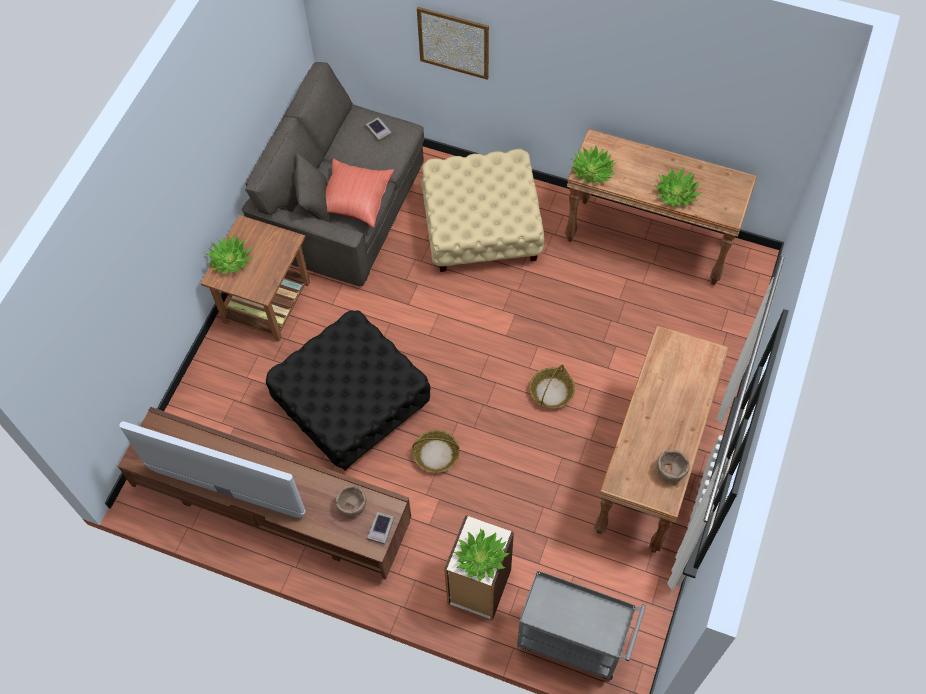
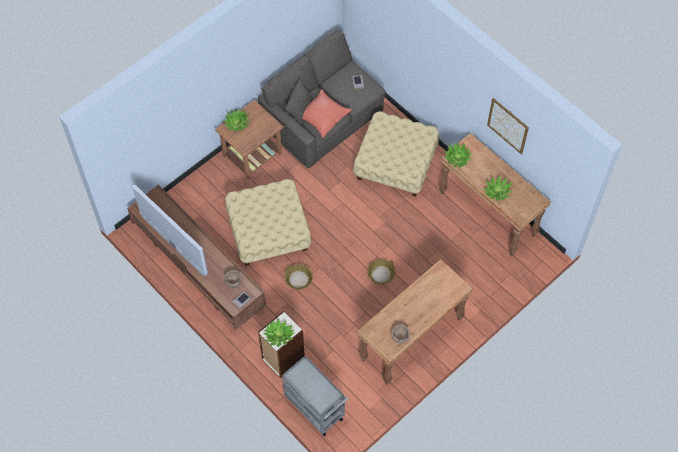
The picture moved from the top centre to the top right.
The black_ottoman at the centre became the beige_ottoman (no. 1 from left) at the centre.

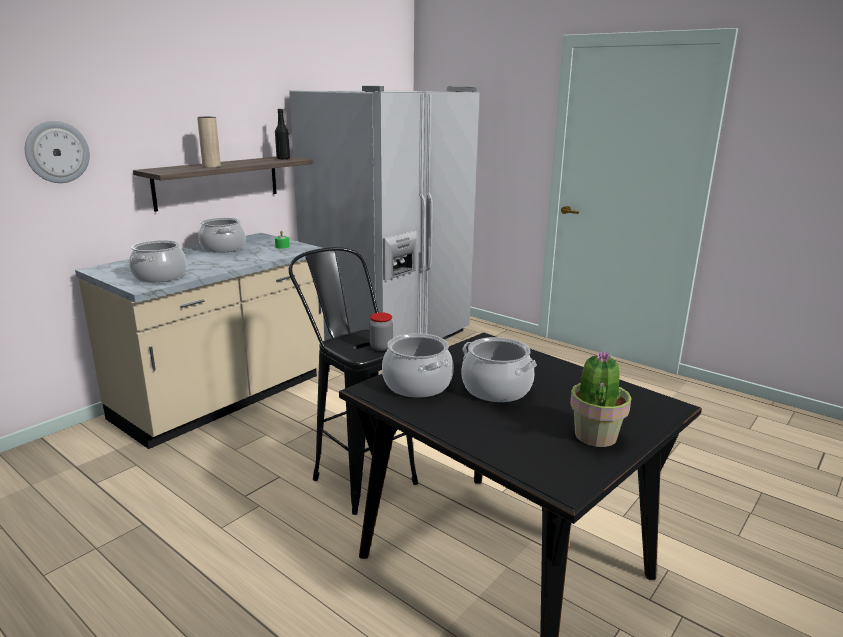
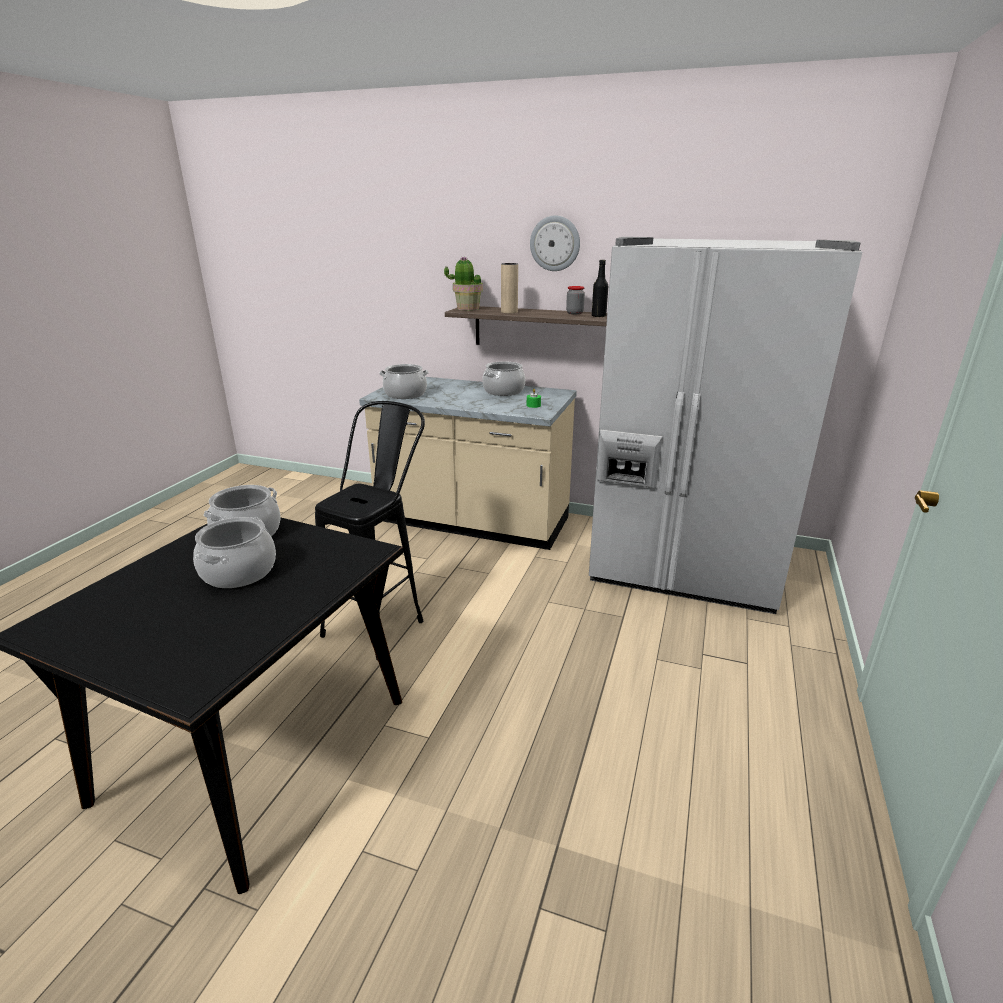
The wall_clock moved from the top left to the top centre.
The jar moved from the centre to the top centre.
The potted_plant moved from the middle right to the top centre.

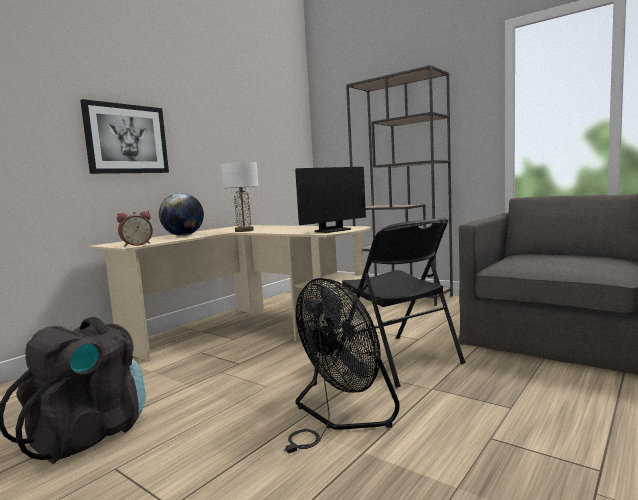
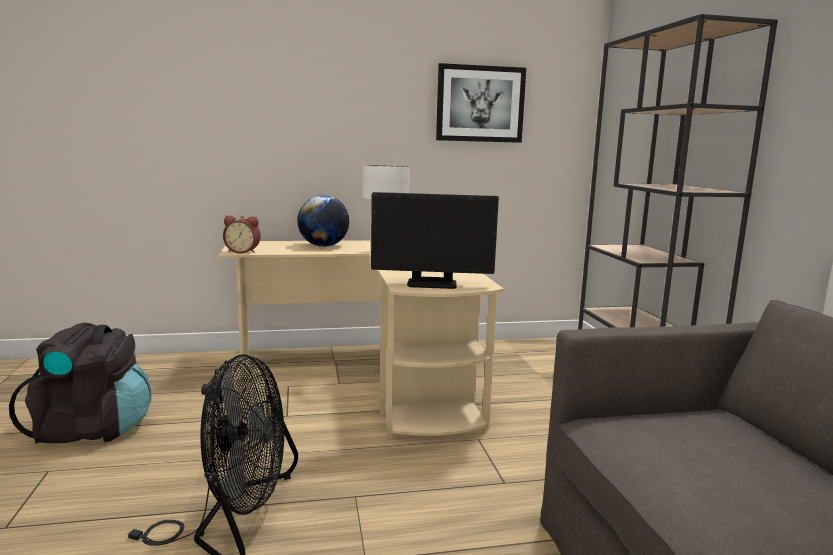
The picture moved from the top left to the top centre.
The black_chair at the centre disappeared.

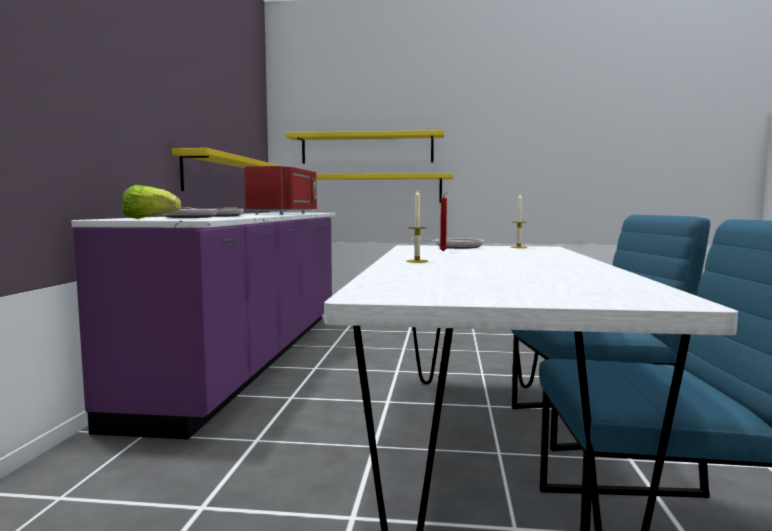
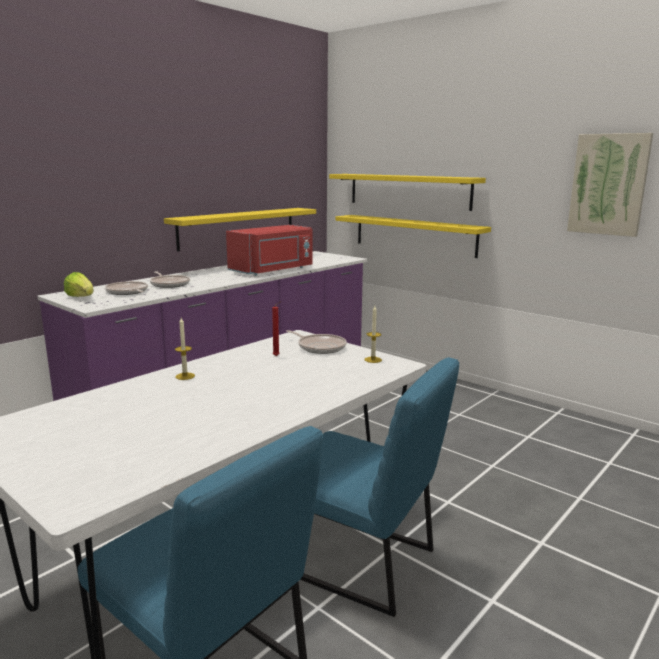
The picture at the top right appeared.

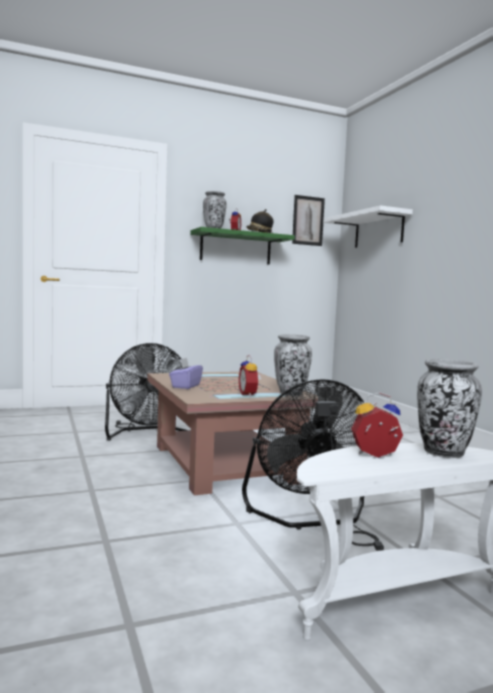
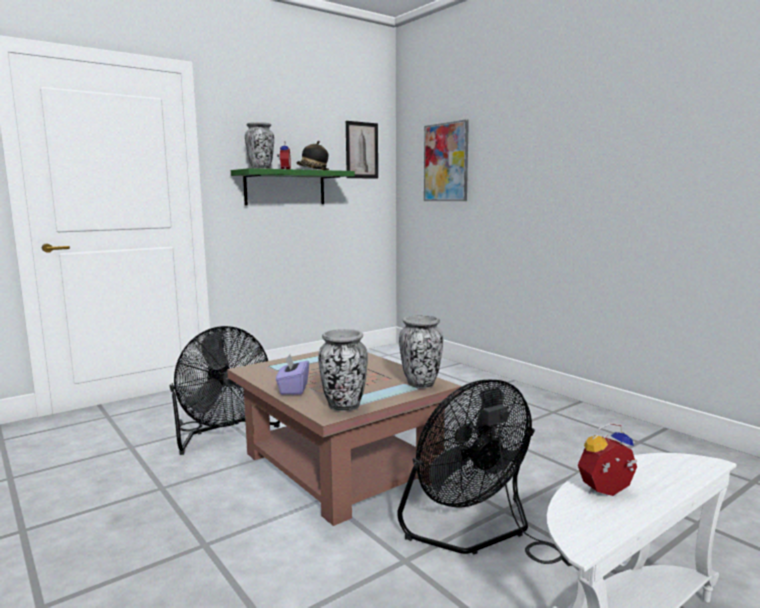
The white_shelf at the top right was replaced by the picture (no. 2 from left) at the top centre.
The alarm_clock (no. 2 from left) at the centre disappeared.
The vase (no. 3 from left in the first image) moved from the middle right to the centre.

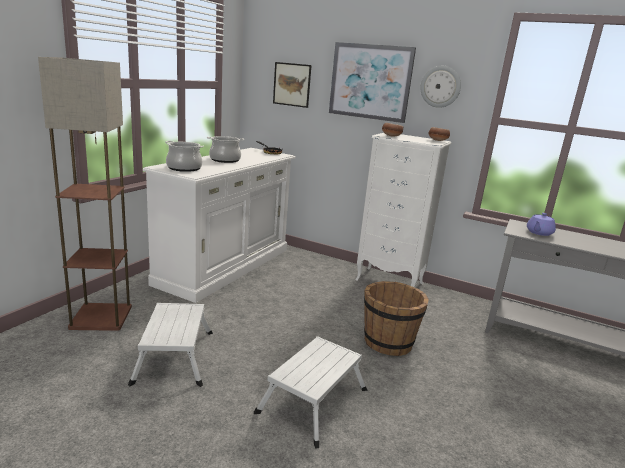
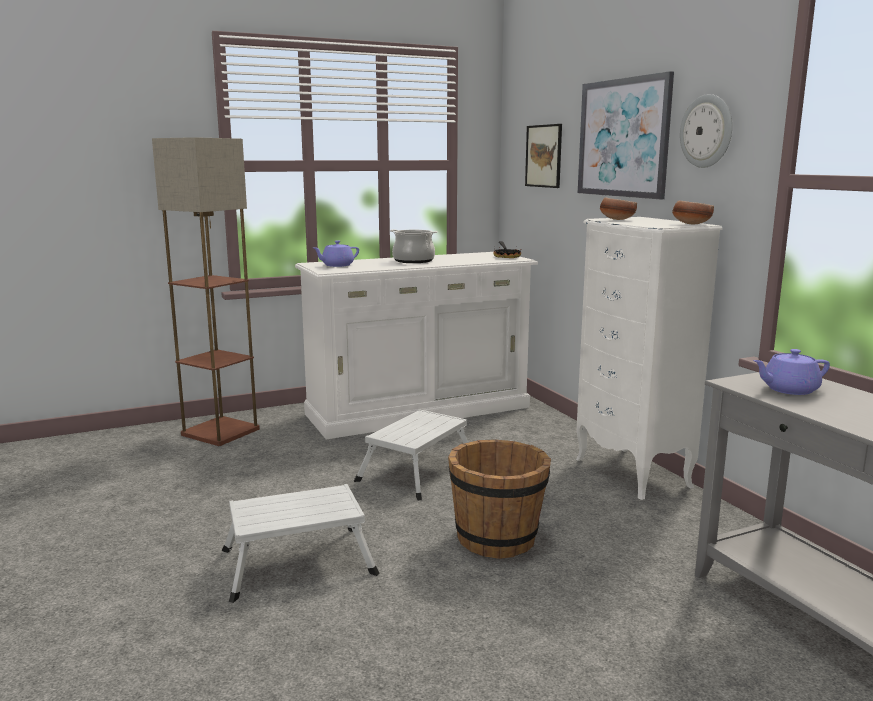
The cooking_pot (no. 1 from left) at the middle left was replaced by the purple_teapot (no. 1 from left) at the centre.
The white_step_ladder (no. 1 from left in the first image) moved from the bottom left to the centre.

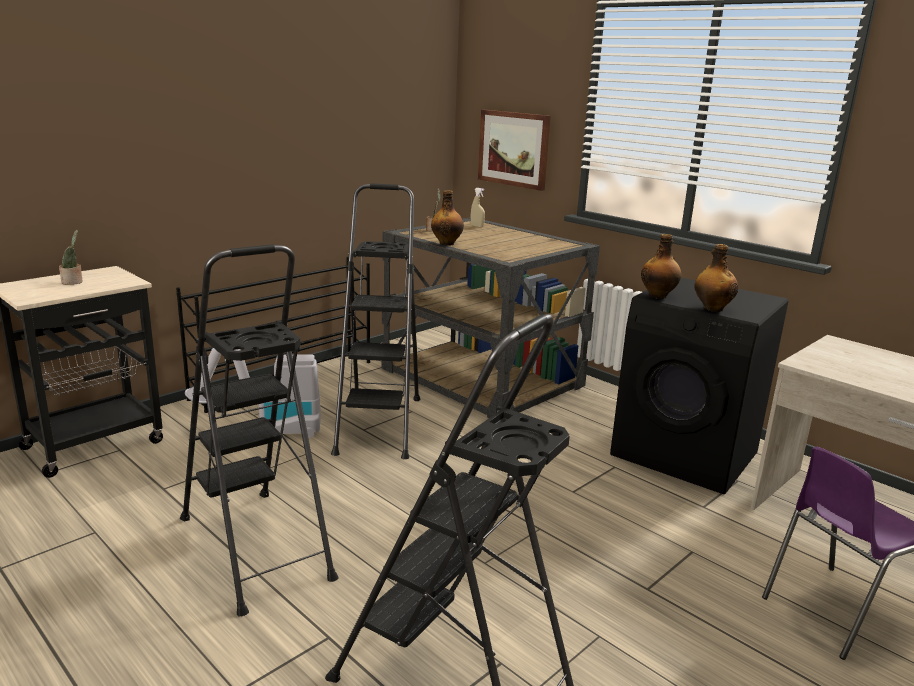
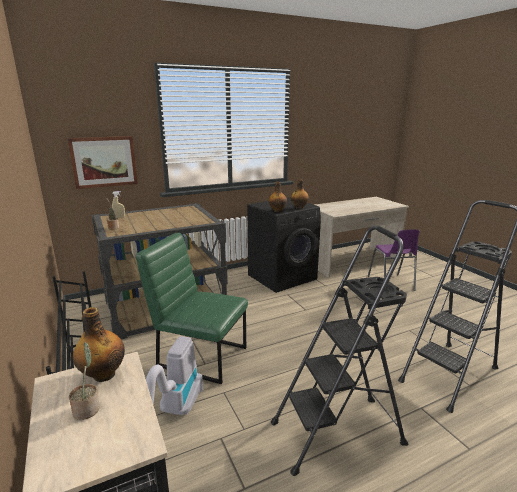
The step_ladder (no. 2 from left) at the centre was replaced by the green_chair at the centre.
The bottle (no. 1 from left) moved from the top centre to the bottom left.

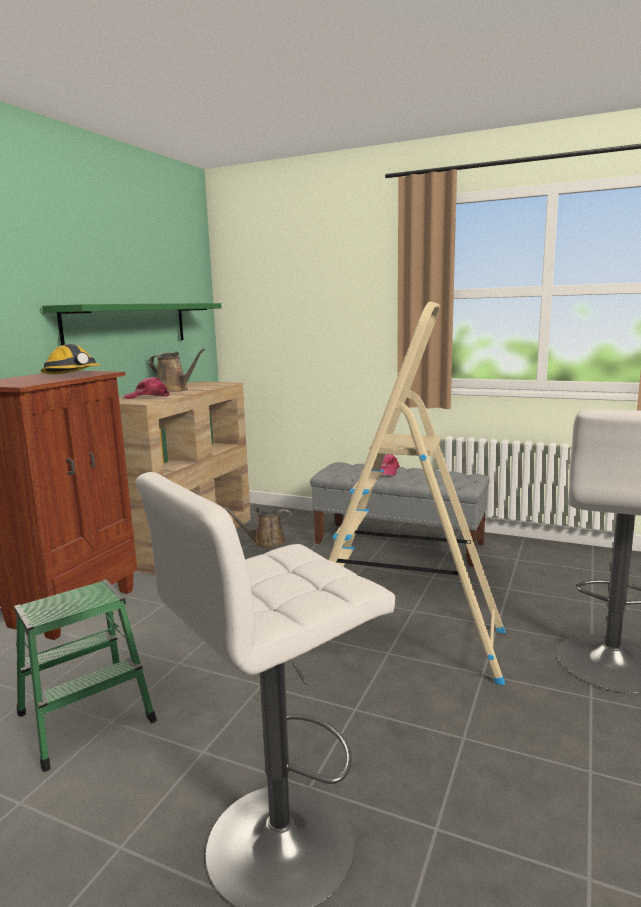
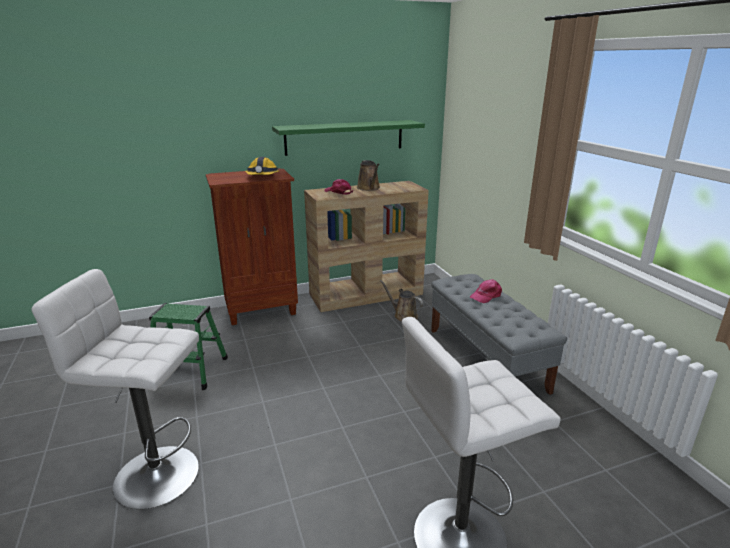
The beige_step_ladder at the centre disappeared.

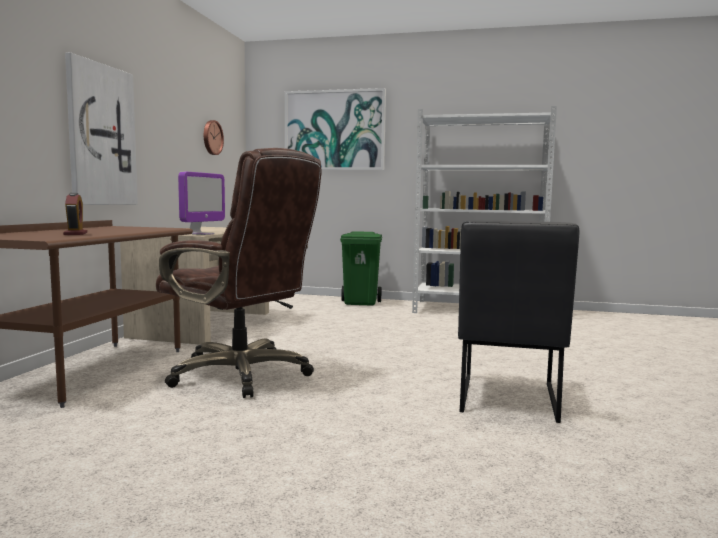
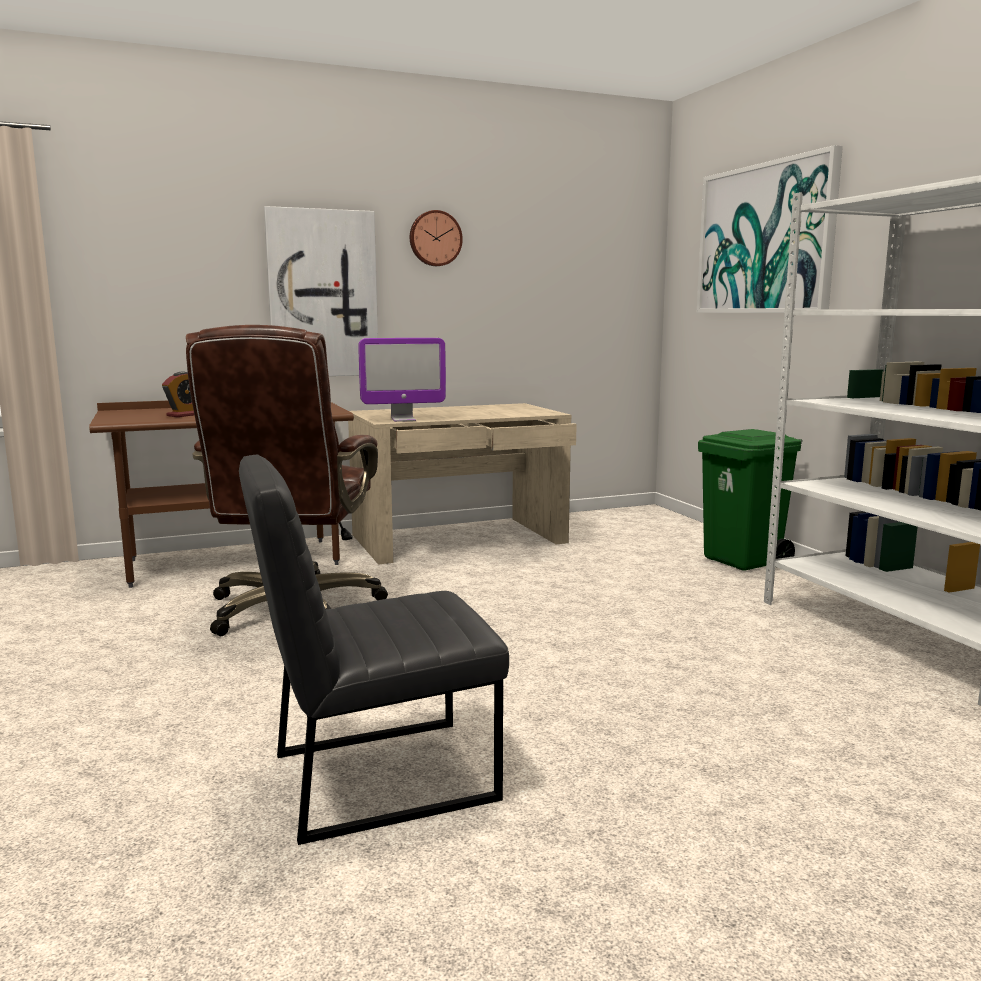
The wall_clock moved from the top left to the top centre.

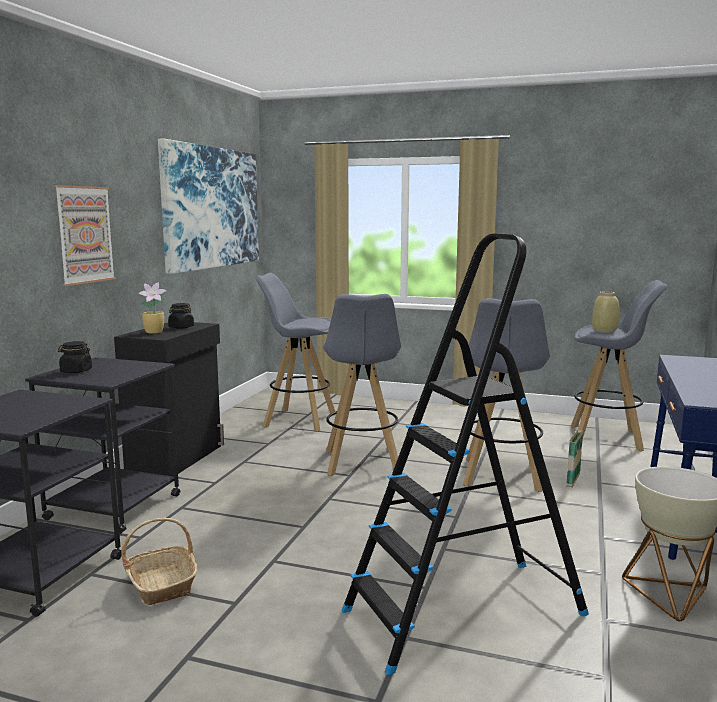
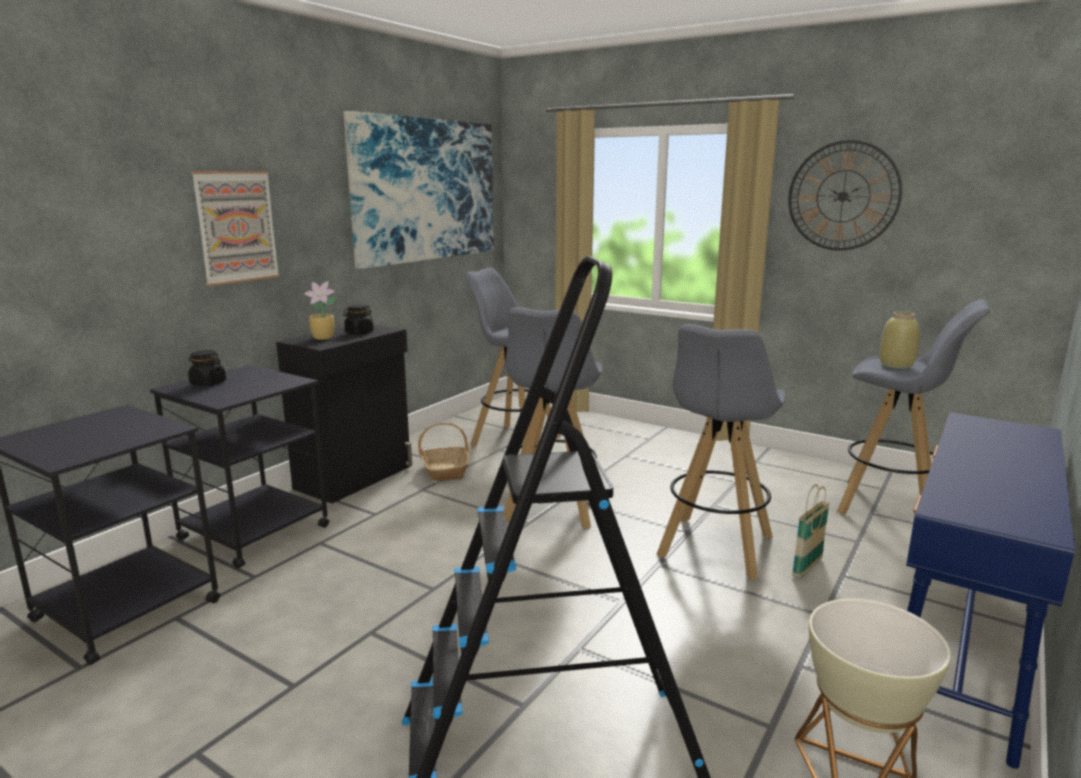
The basket (no. 1 from left) moved from the bottom left to the centre.
The wall_clock at the top right appeared.

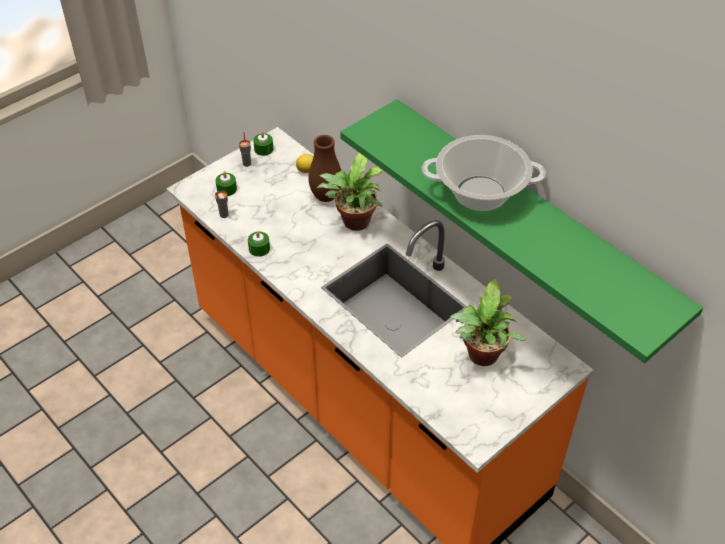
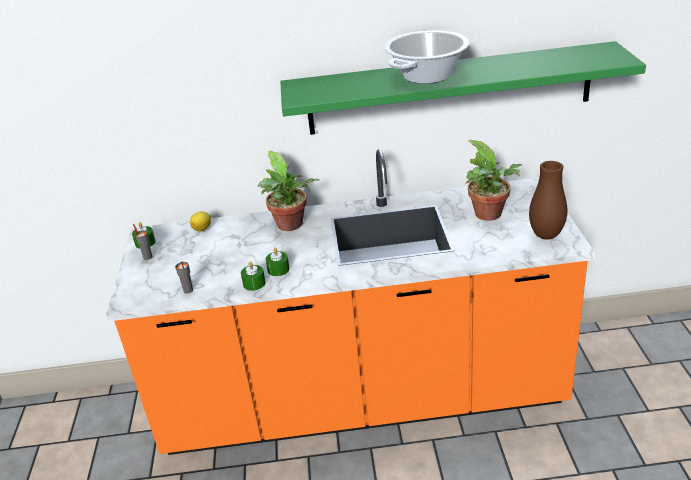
The brown_vase moved from the top centre to the middle right.
The green_candle (no. 1 from left in the first image) moved from the middle left to the centre.

